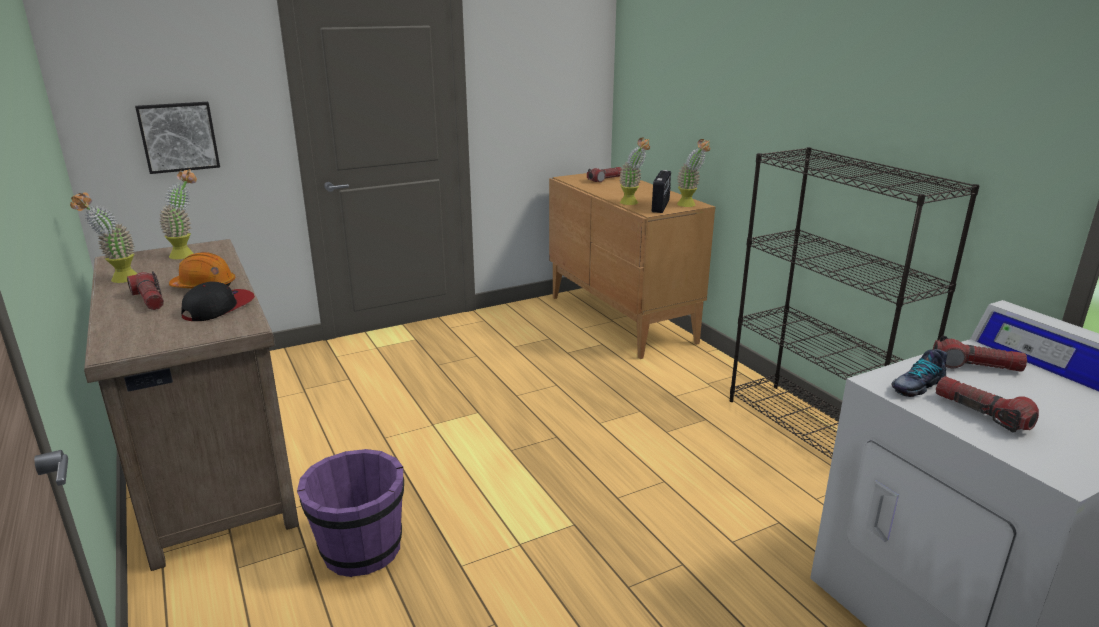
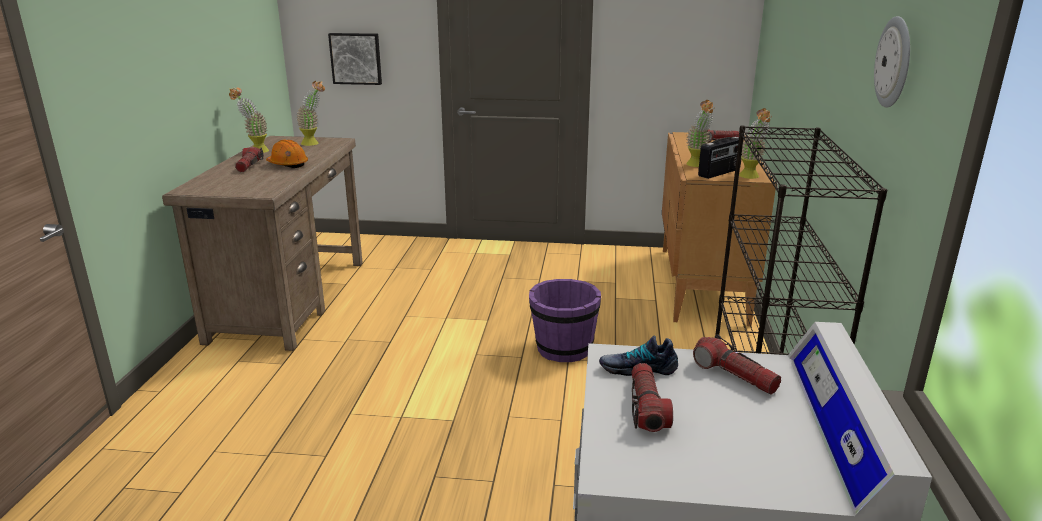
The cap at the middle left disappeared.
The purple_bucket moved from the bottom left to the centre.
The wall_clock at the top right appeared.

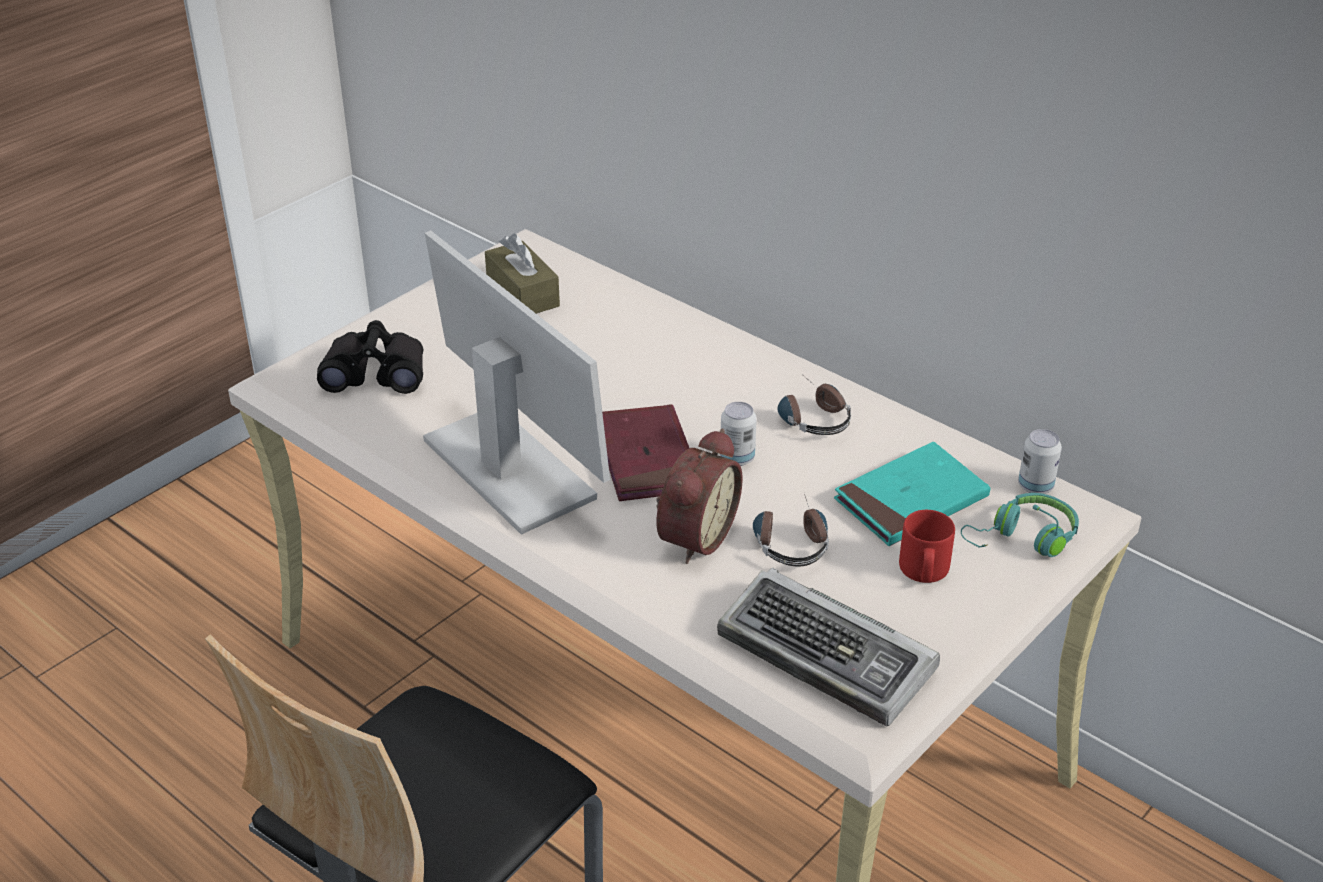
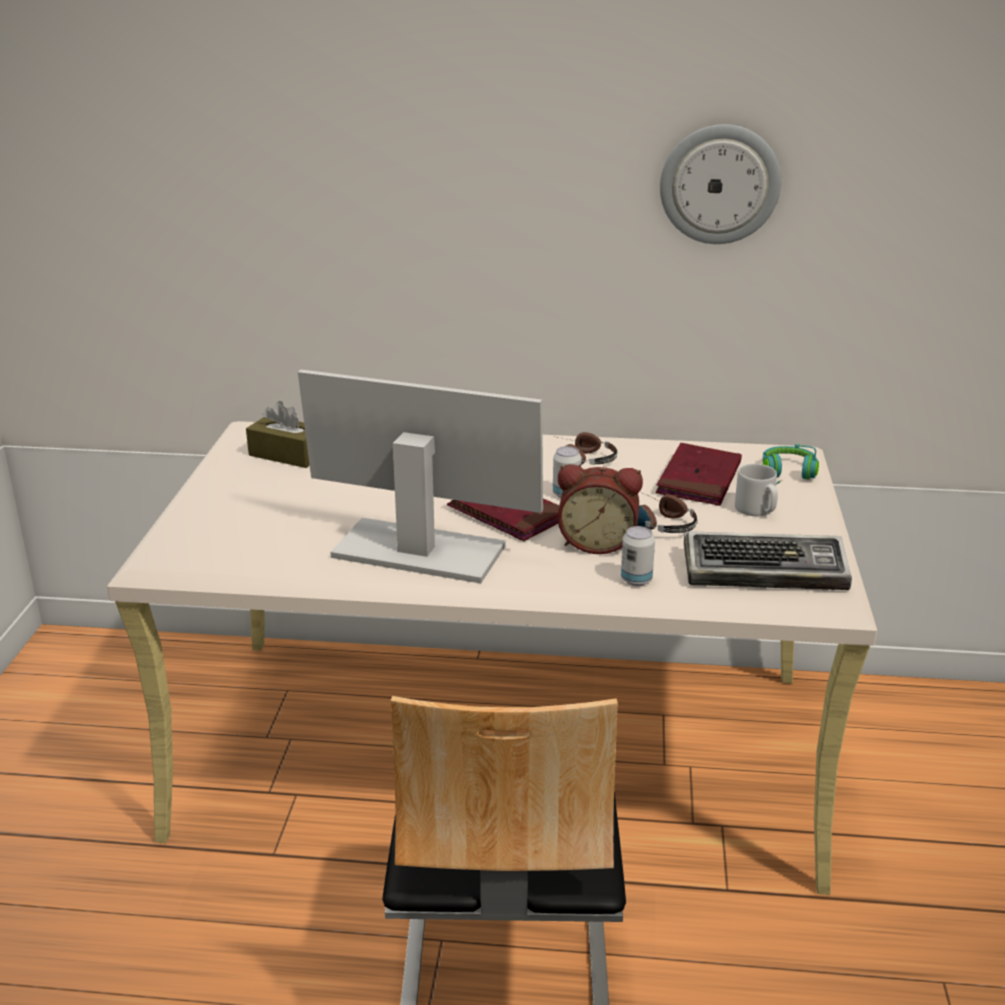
The black_binoculars at the middle left disappeared.
The alarm_clock at the centre turned 105 degrees clockwise.
The can (no. 2 from left) moved from the middle right to the centre.
The turquoise_book at the middle right became the red_book (no. 2 from left) at the middle right.
The red_mug at the middle right became the grey_mug at the middle right.
The wall_clock at the top right appeared.

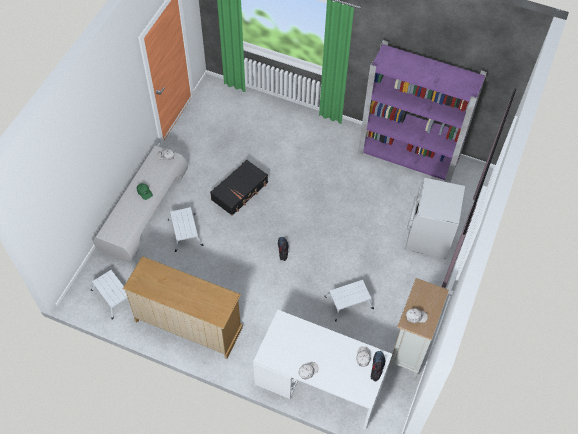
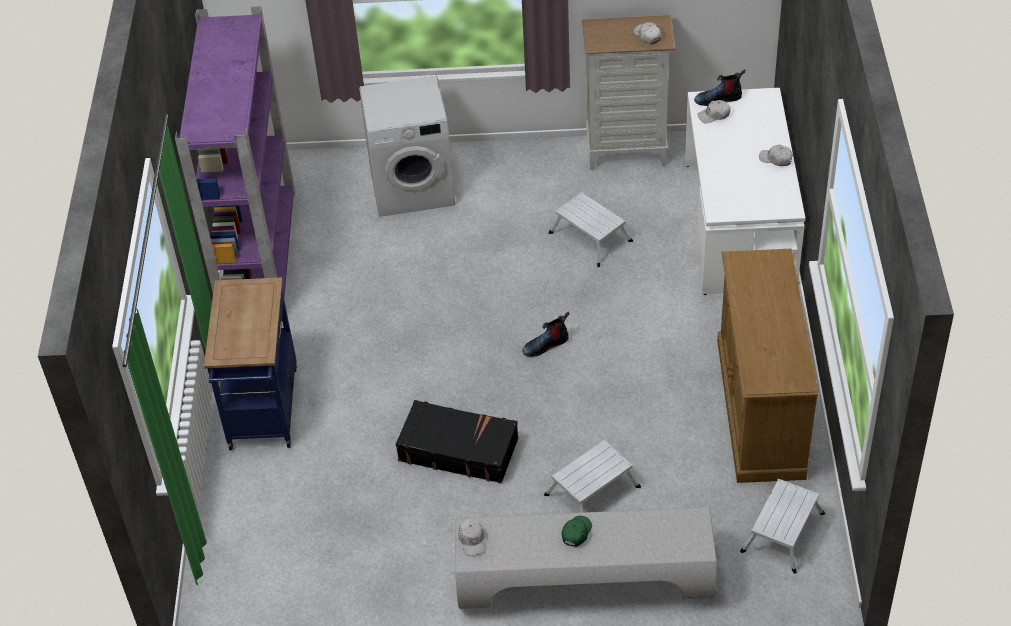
The blue_cart at the middle left appeared.

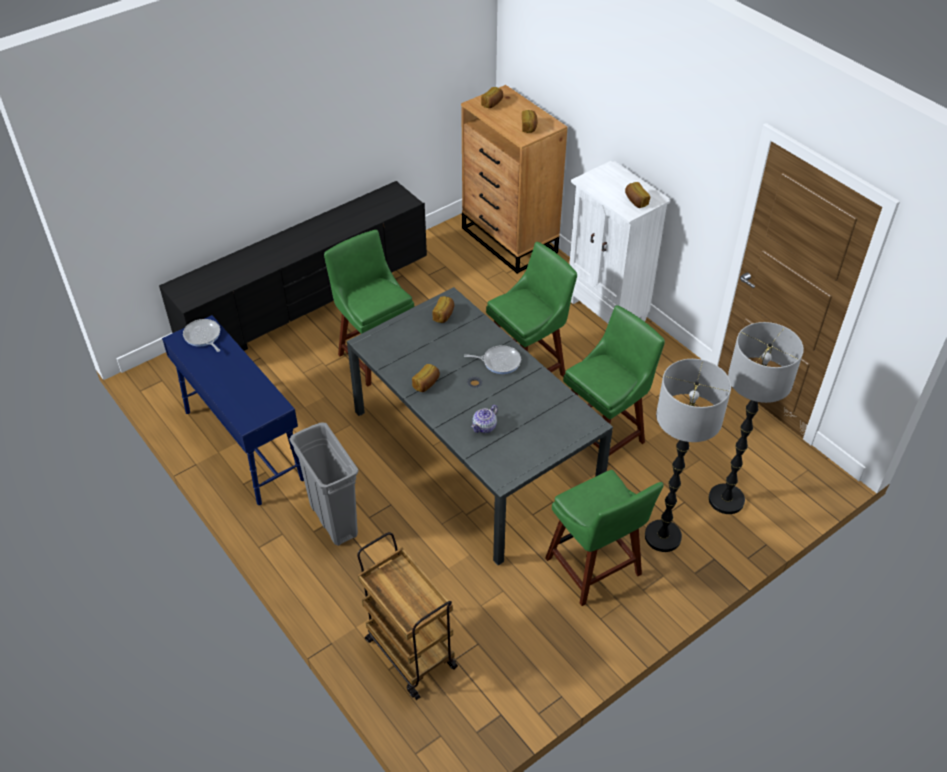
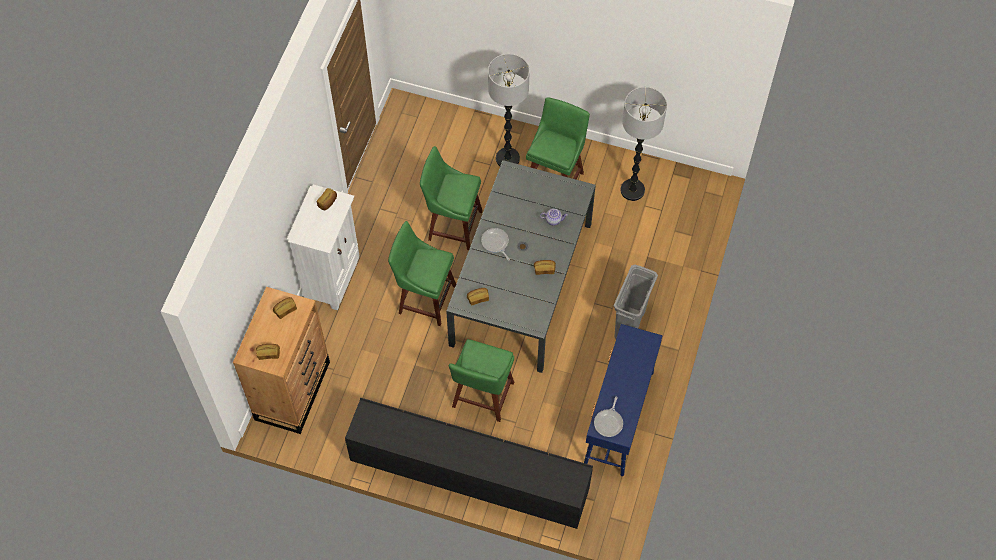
The floor_lamp (no. 2 from left) moved from the middle right to the top centre.
The brown_cart at the bottom centre disappeared.

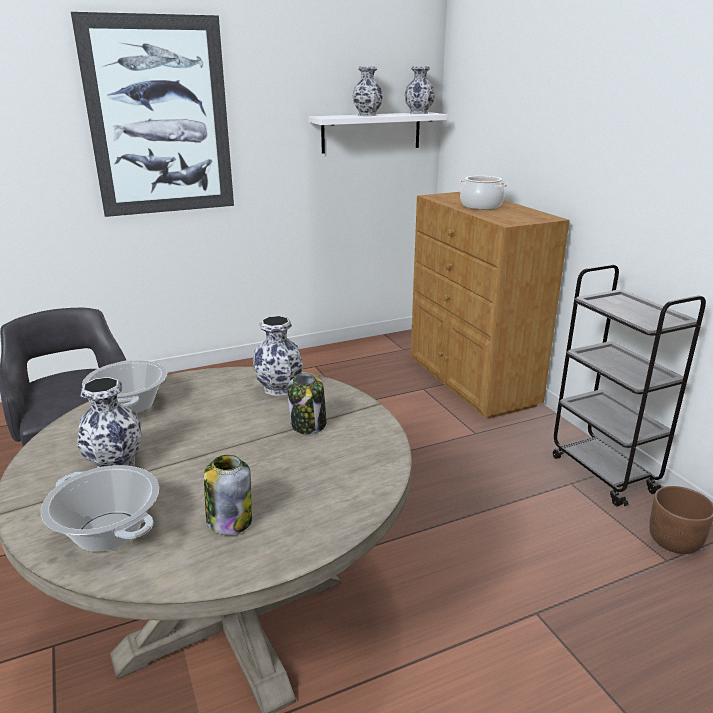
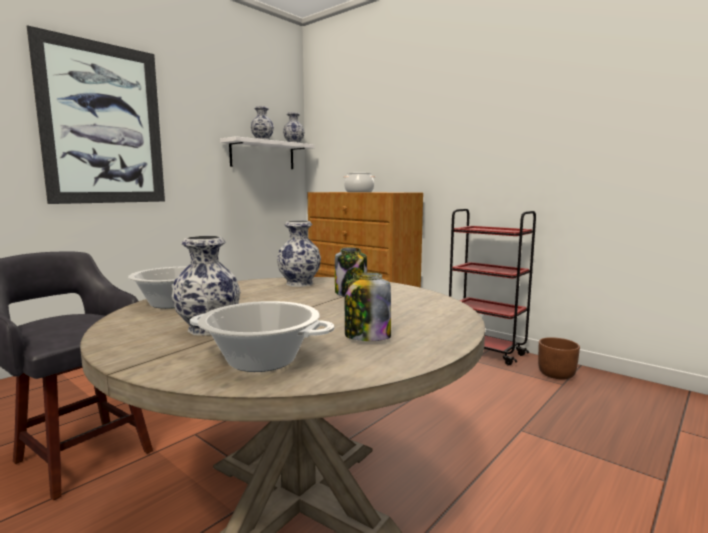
The grey_cart at the middle right became the red_cart at the middle right.

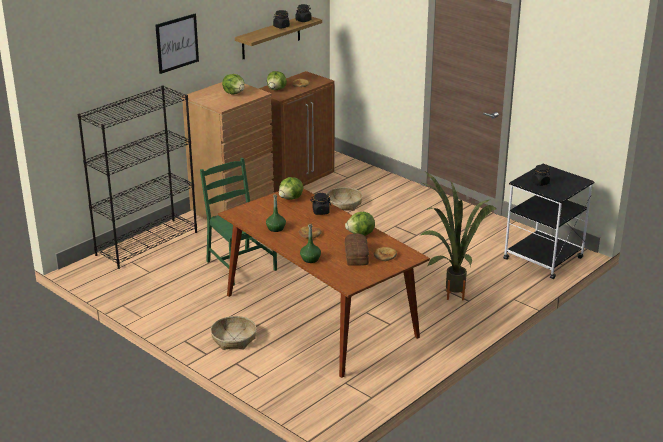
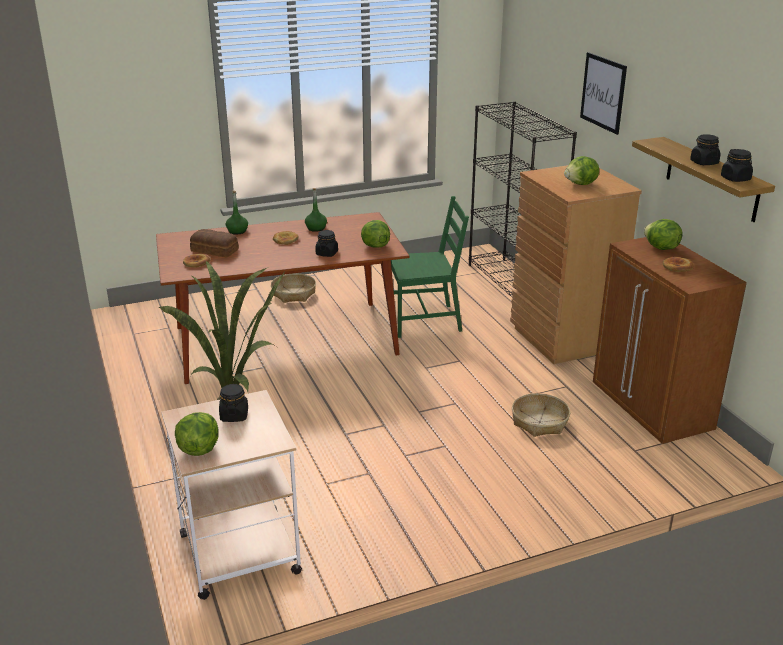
The black_cart at the middle right became the beige_cart at the bottom left.
The lettuce (no. 4 from left in the first image) moved from the centre to the bottom left.

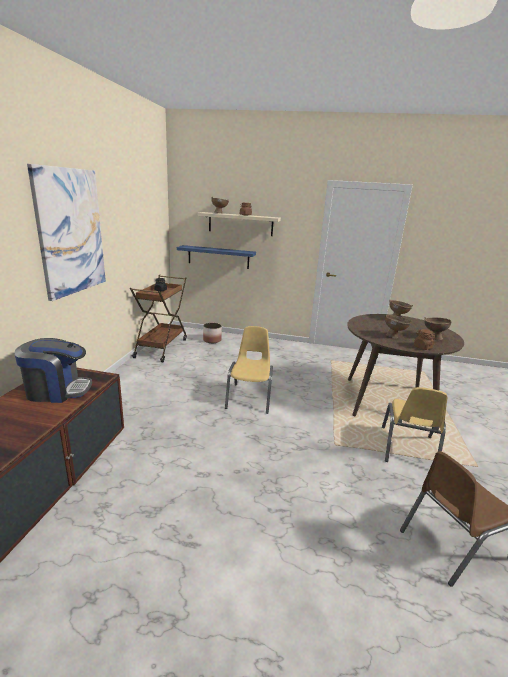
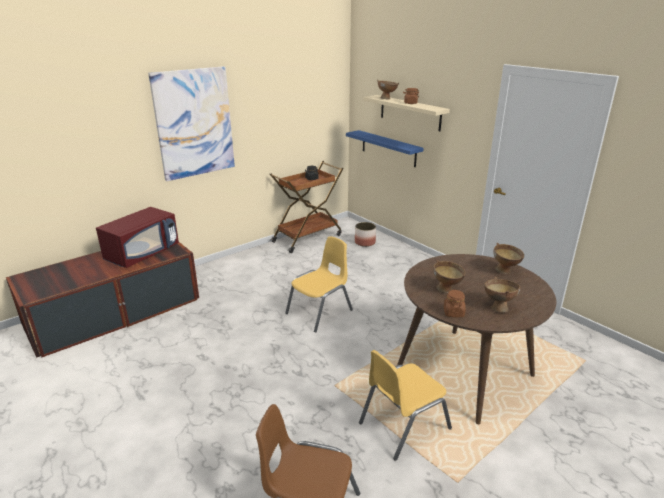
The coffee_machine at the middle left was replaced by the red_microwave at the middle left.

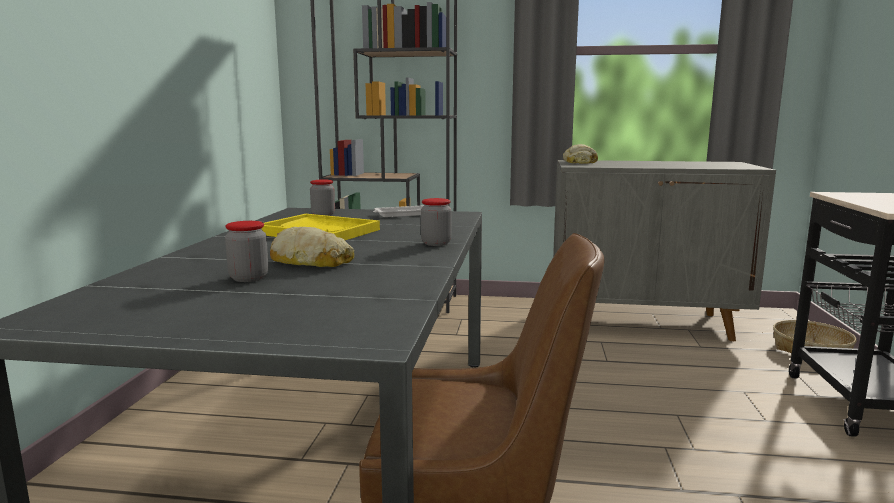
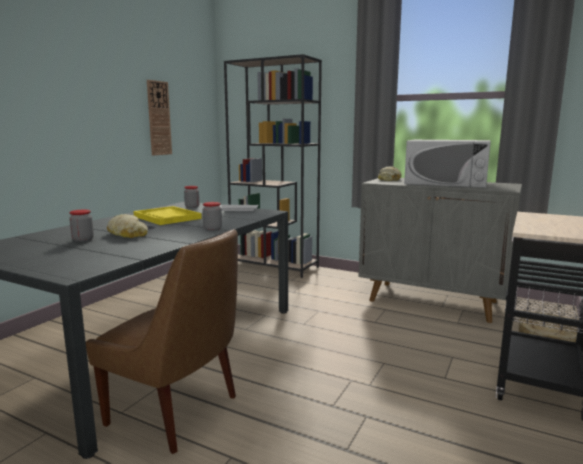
The wall_clock at the top left appeared.
The white_microwave at the middle right appeared.

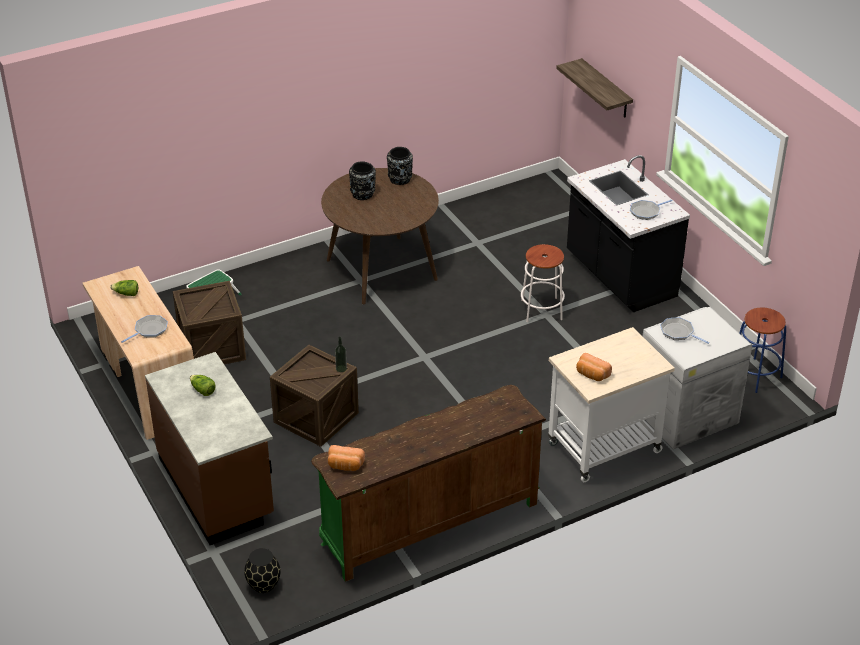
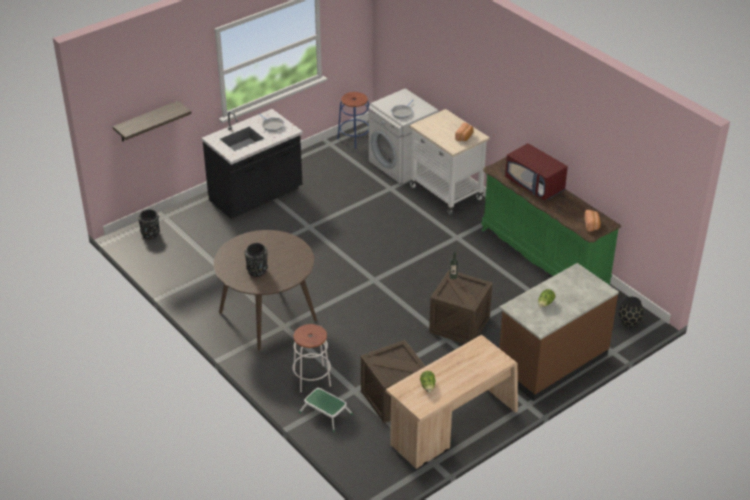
The black_vase (no. 3 from left in the first image) moved from the top centre to the middle left.
The white_stool moved from the centre to the bottom centre.
The frying_pan (no. 1 from left) at the middle left disappeared.
The red_microwave at the middle right appeared.

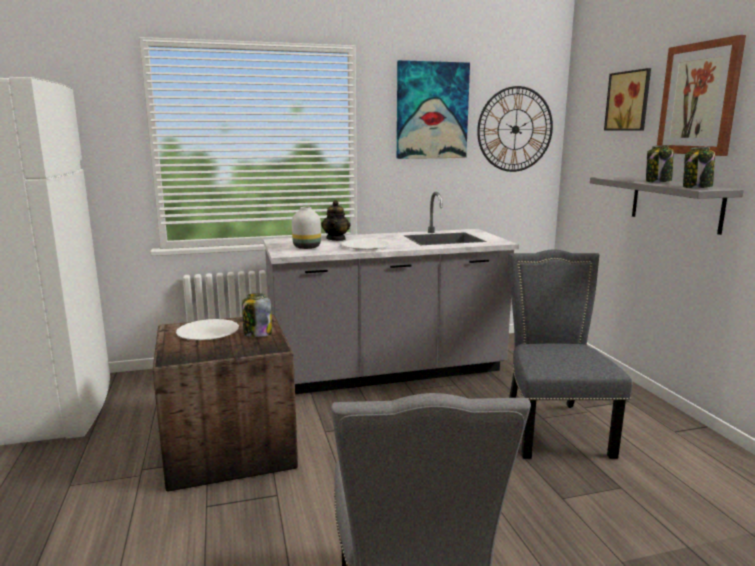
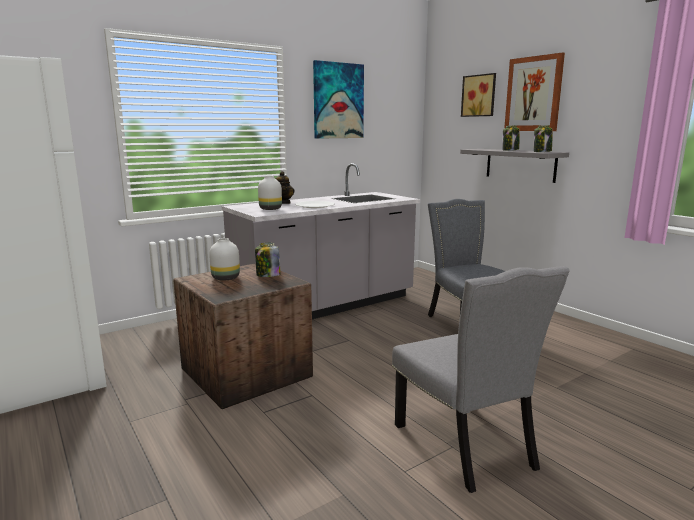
The wall_clock at the top right disappeared.
The white_plate (no. 1 from left) at the middle left was replaced by the white_vase (no. 1 from left) at the middle left.

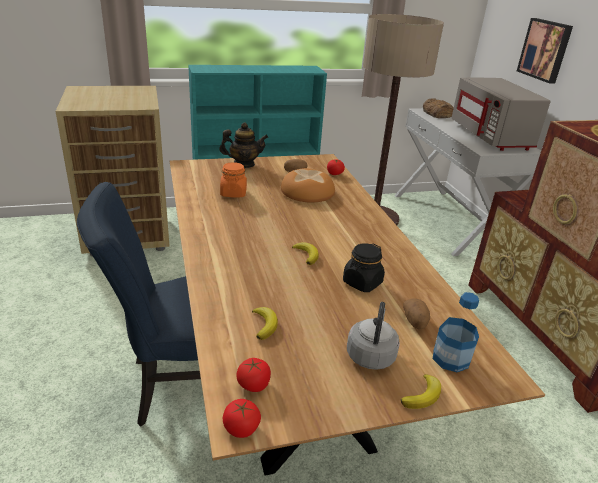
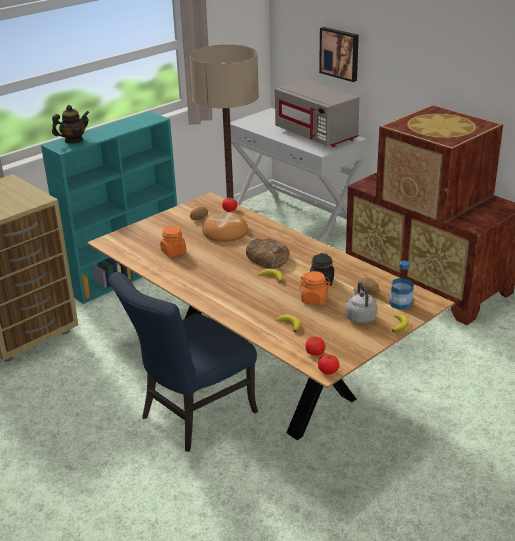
The bread (no. 2 from left) moved from the top right to the centre.
The teapot moved from the top centre to the top left.
The orange_jar (no. 2 from left) at the centre appeared.

